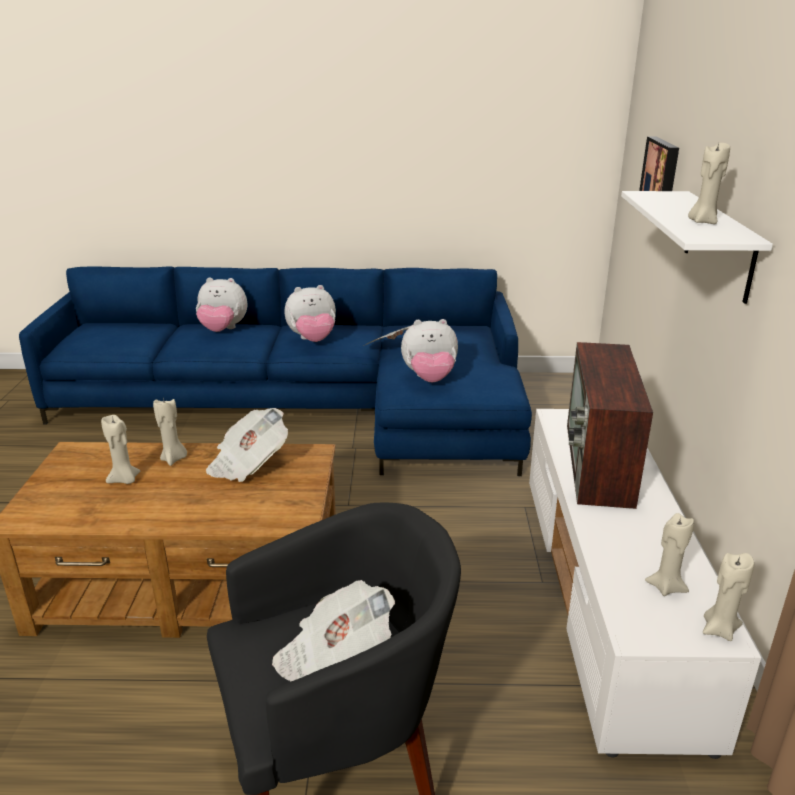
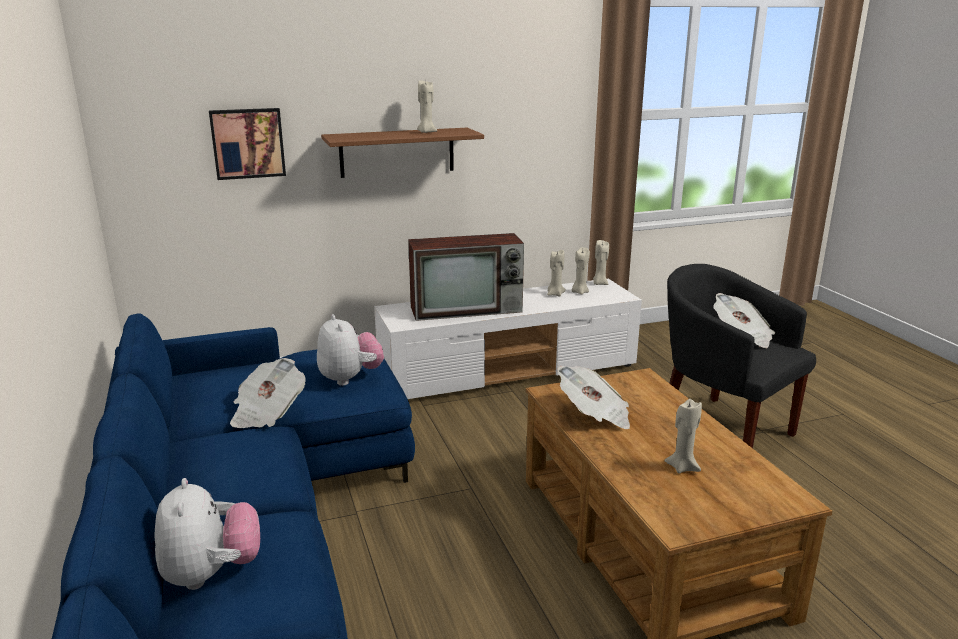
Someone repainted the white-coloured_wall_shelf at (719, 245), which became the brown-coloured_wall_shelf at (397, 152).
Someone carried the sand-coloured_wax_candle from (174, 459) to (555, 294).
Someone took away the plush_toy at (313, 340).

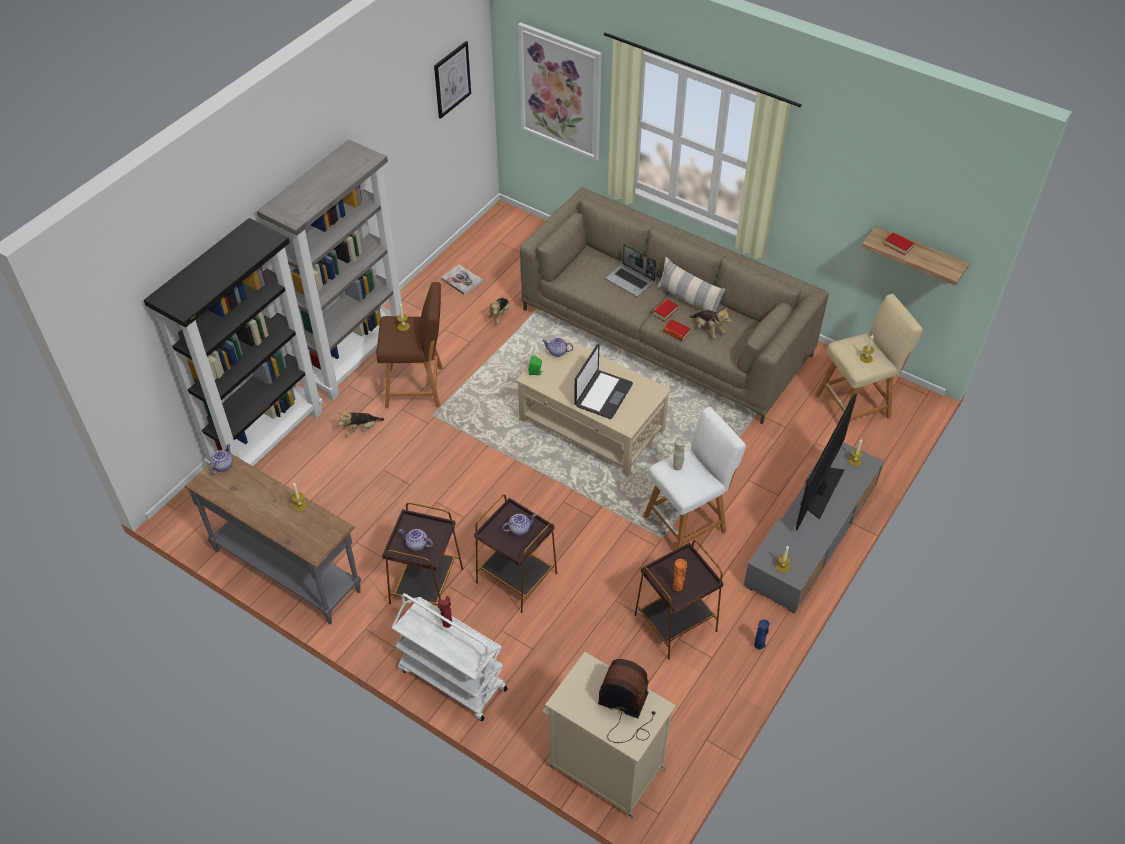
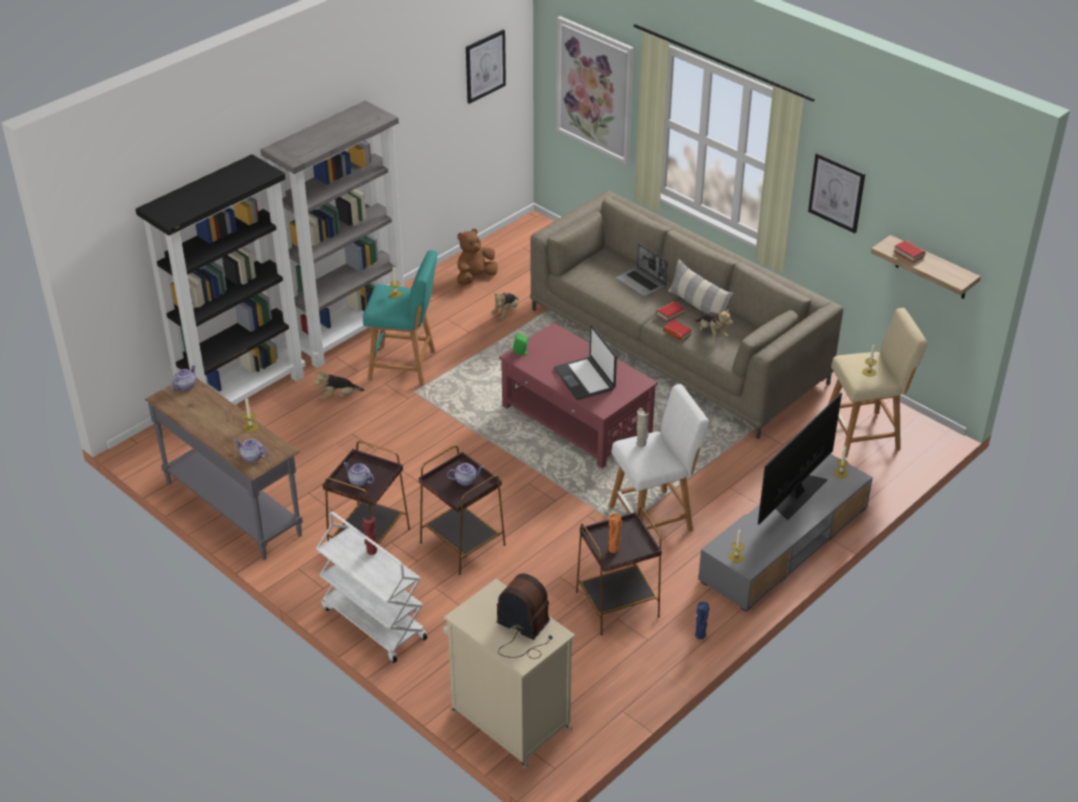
Someone carried the tea_pot from (557, 352) to (252, 457).
Someone repainted the brown-coloured_stool_seat at (418, 387), which became the blue-green_stool_seat at (406, 366).
Someone swapped the volume at (461, 280) for the brown-coloured_plush_toy at (475, 277).
Someone repainted the sand-coloured_low_table at (592, 425), which became the reddish_low_table at (577, 420).
Someone rotated the laptop at (603, 395) by 120 degrees clockwise.
Someone put up the wall_art at (836, 192).

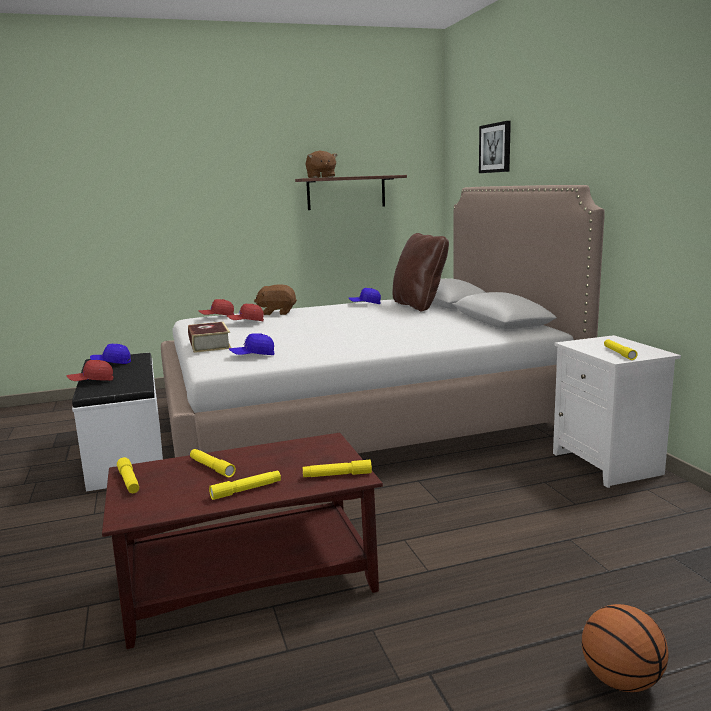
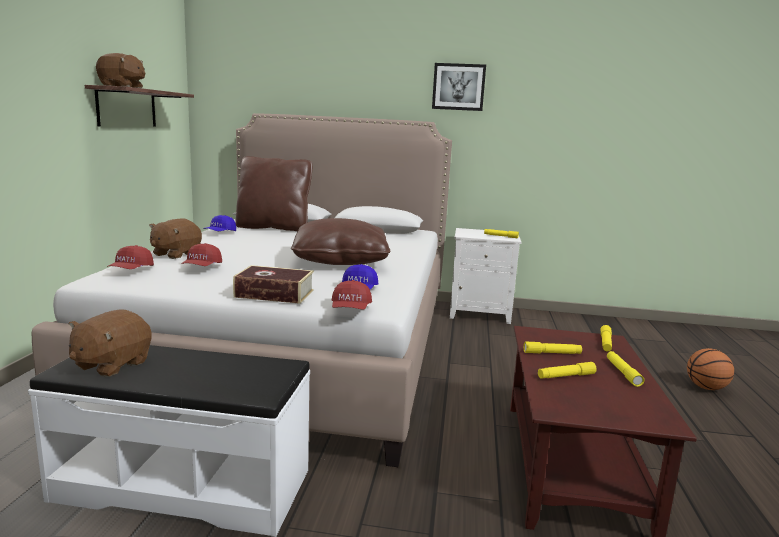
Someone swapped the blue_cap at (111, 363) for the brown-coloured_plush_toy at (111, 364).
Someone put down the brown-coloured_cushion at (340, 260).
Someone carried the reddish_cap from (91, 381) to (350, 309).
Someone carried the wall_art from (495, 148) to (458, 87).
Someone carried the yellow_torch from (129, 481) to (552, 353).

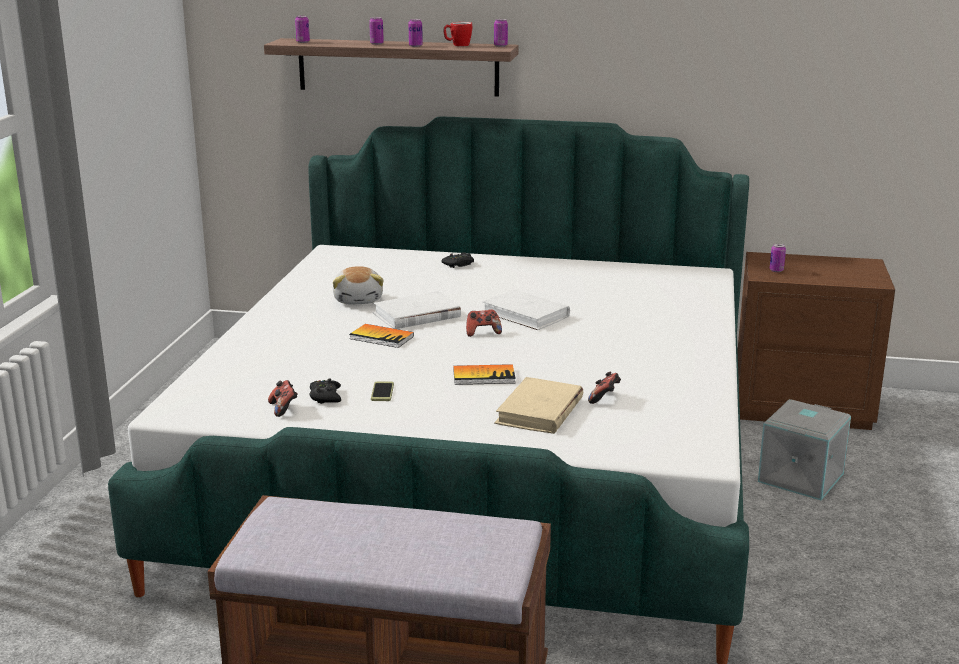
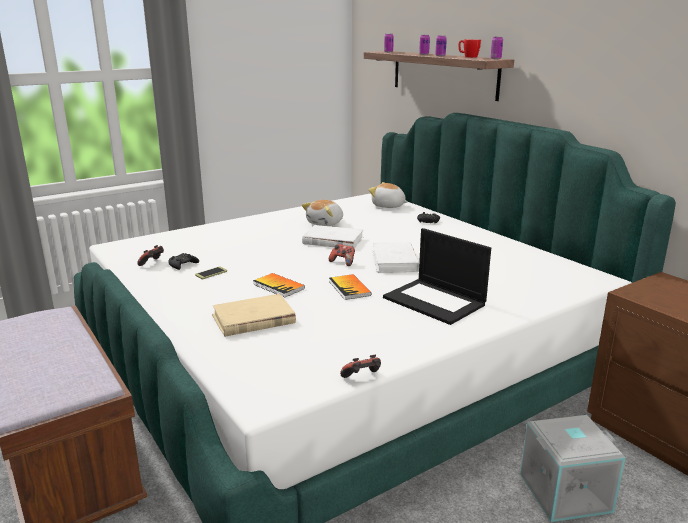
Someone carried the volume from (381, 337) to (349, 288).
Someone carried the gamepad from (604, 399) to (362, 378).
Someone put down the plush_toy at (388, 206).
Someone put down the laptop at (435, 301).
Someone took away the sealed_can at (776, 270).

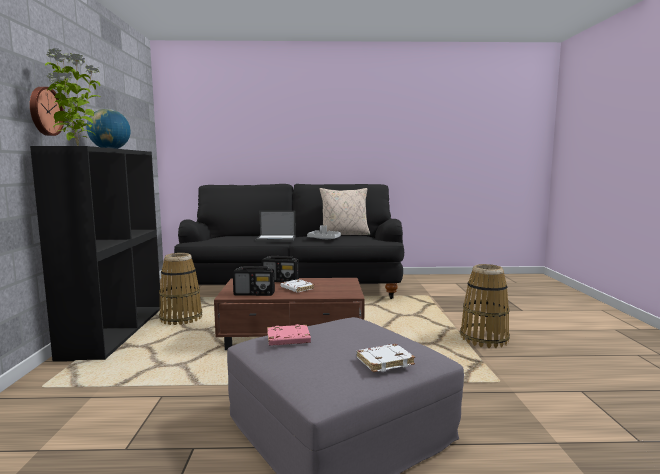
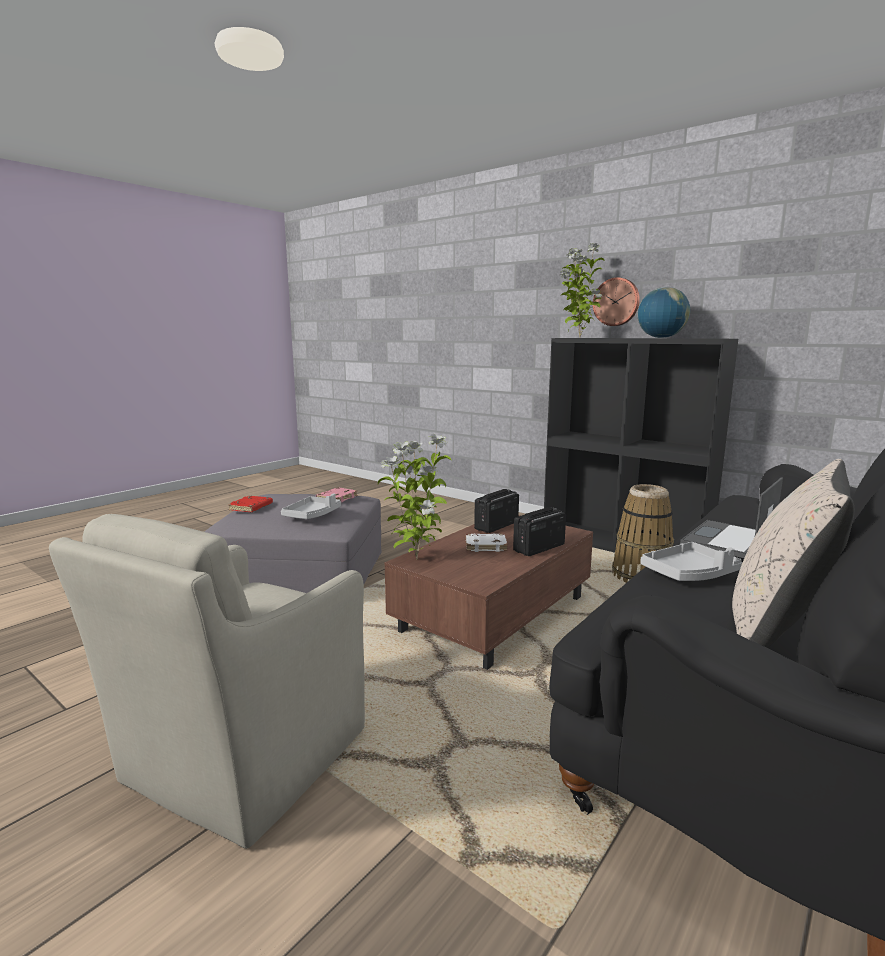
Someone swapped the basket at (484, 339) for the sand-coloured_easy_chair at (241, 759).
Someone repainted the white-coloured_volume at (385, 361), which became the reddish_volume at (251, 507).
Someone put down the gray_serving_tray at (312, 515).
Someone put down the houseplant at (416, 558).

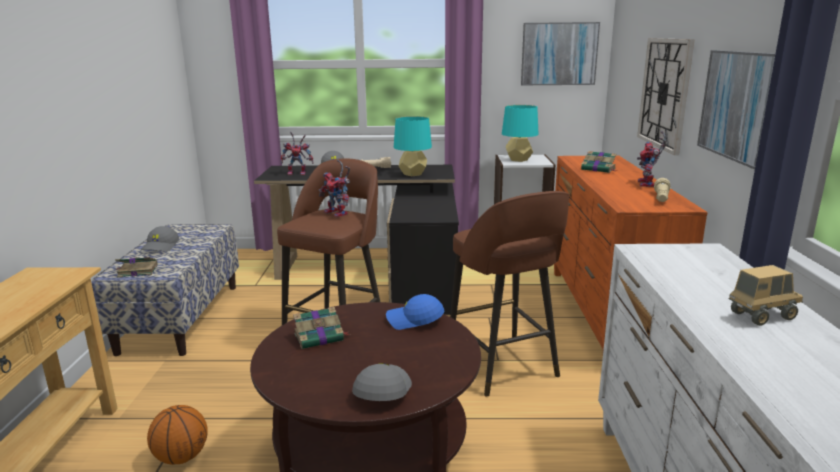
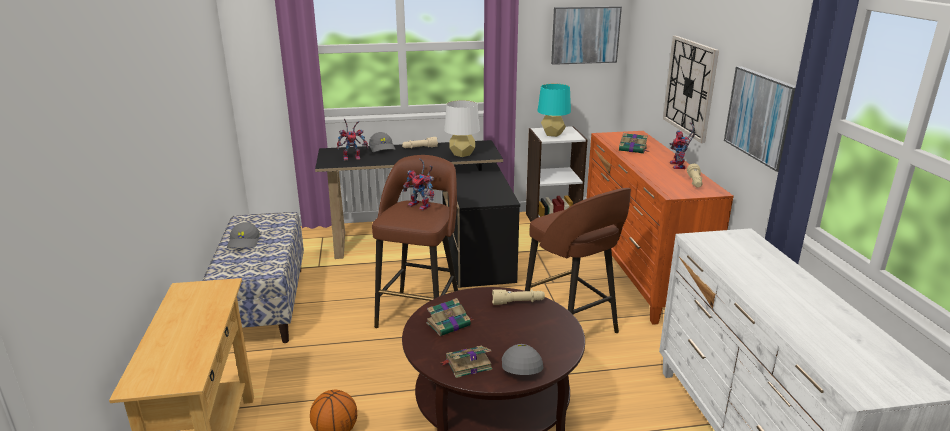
Someone carried the volume from (137, 271) to (467, 364).
Someone repainted the blue-green_lamp_for_a_table at (412, 174), which became the white-coloured_lamp_for_a_table at (462, 154).
Someone swapped the blue_cap at (414, 320) for the sand-coloured_torch at (518, 302).
Someone took away the toy_lorry at (762, 316).

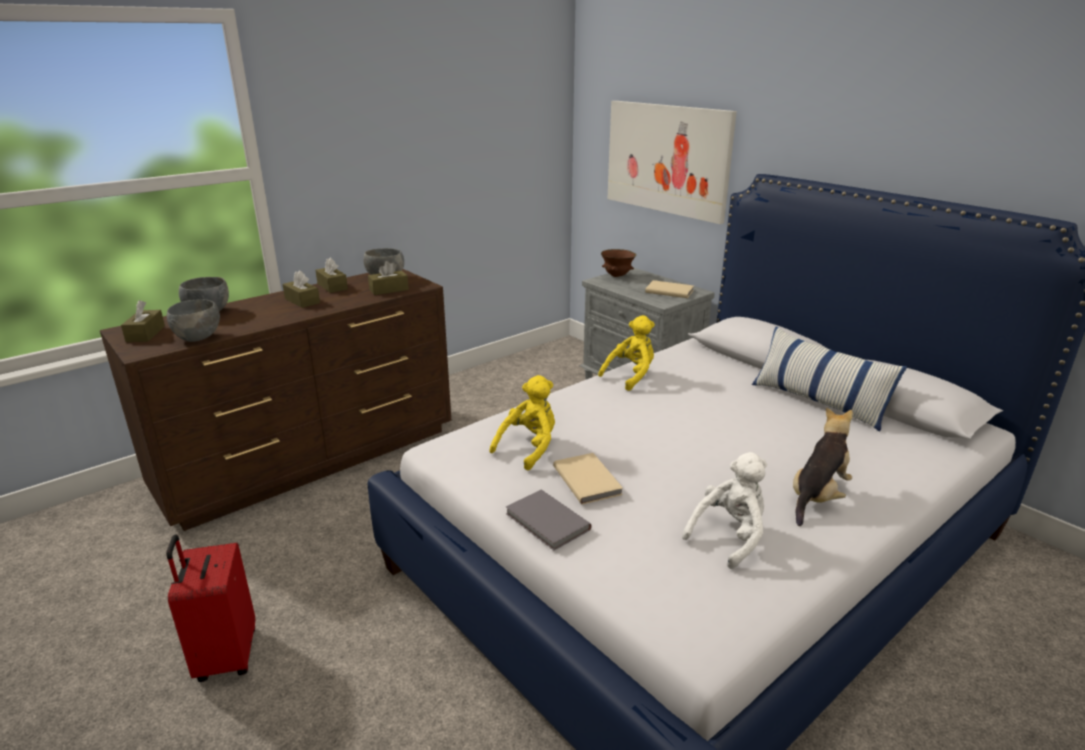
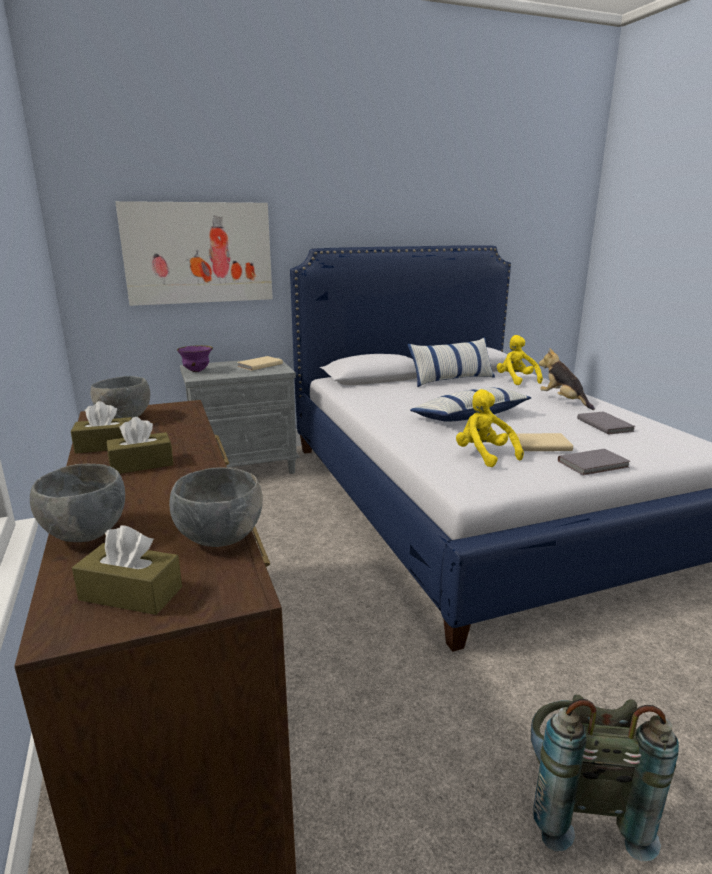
Someone repainted the brown-coloured_deep_dish at (617, 276), which became the purple-coloured_deep_dish at (197, 371).
Someone put down the cushion at (470, 416).
Someone carried the yellow_plush_toy from (631, 376) to (516, 380).
Someone swapped the reddish_piece_of_luggage at (225, 656) for the gray_rucksack at (579, 803).
Someone swapped the white-coloured_plush_toy at (729, 536) for the gray_volume at (605, 424).
Someone took away the brown-coloured_tissue_holder at (389, 290).

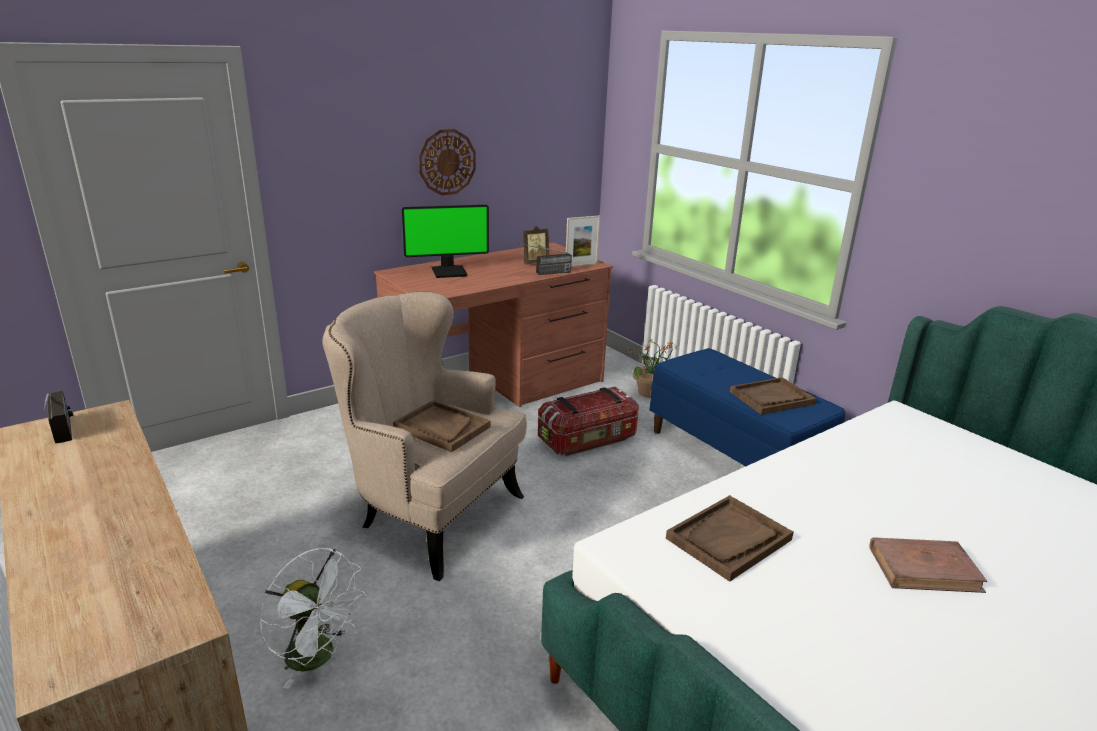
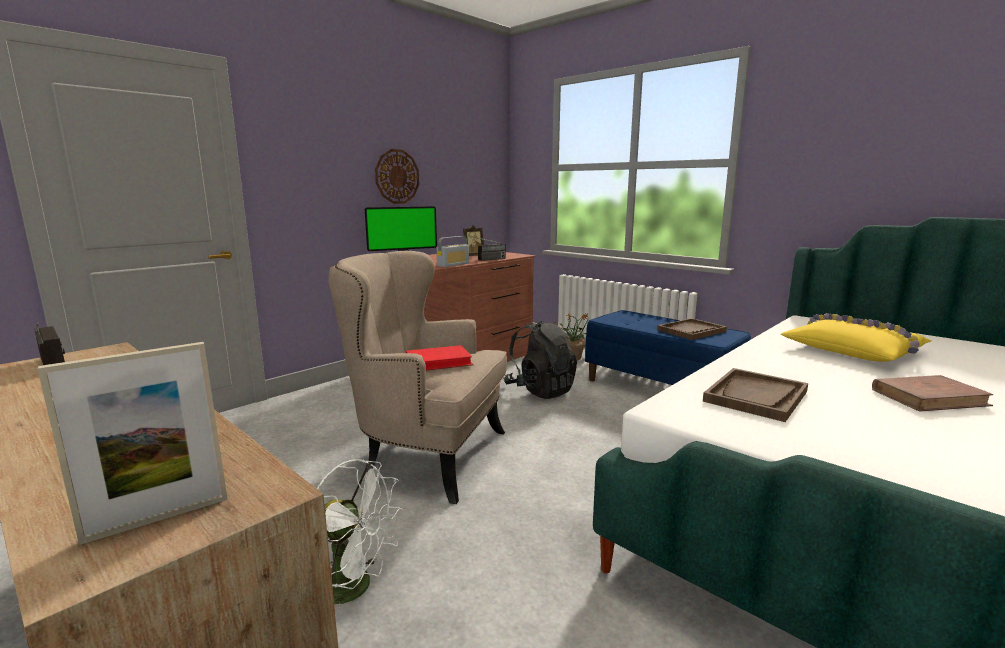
Someone carried the standing_frame from (581, 265) to (158, 518).
Someone swapped the brown-coloured_serving_tray at (441, 427) for the reddish_volume at (439, 362).
Someone put down the radio at (453, 264).
Someone swapped the storage_container at (588, 440) for the black_rucksack at (540, 390).
Someone put down the yellow_cushion at (854, 350).

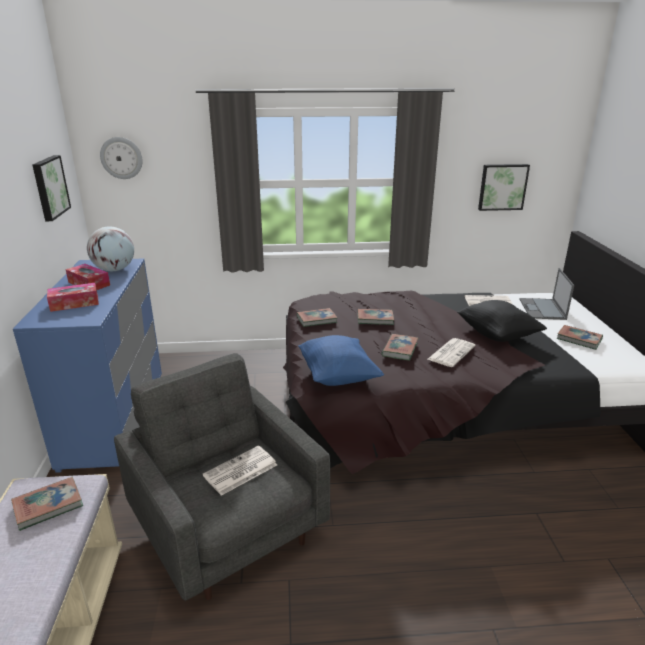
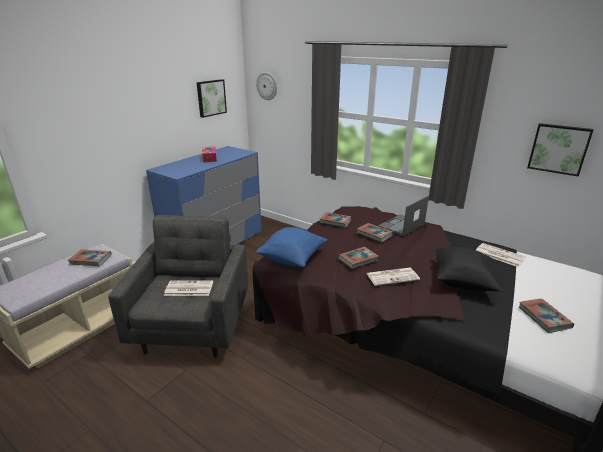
Someone carried the laptop from (542, 309) to (401, 225).
Someone took away the tissue_holder at (74, 303).
Someone took away the world_globe at (114, 270).

